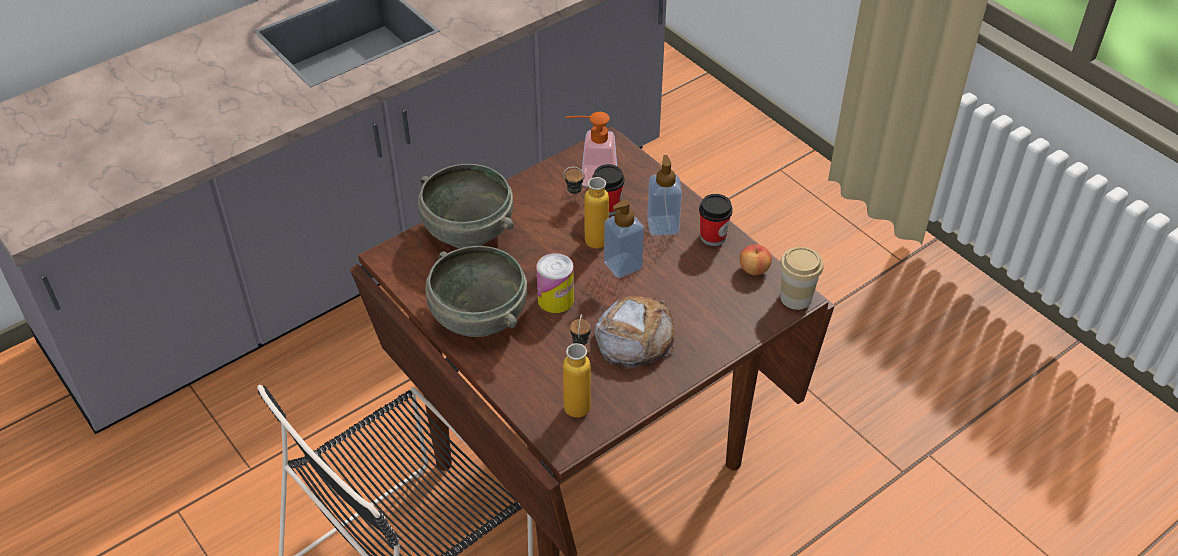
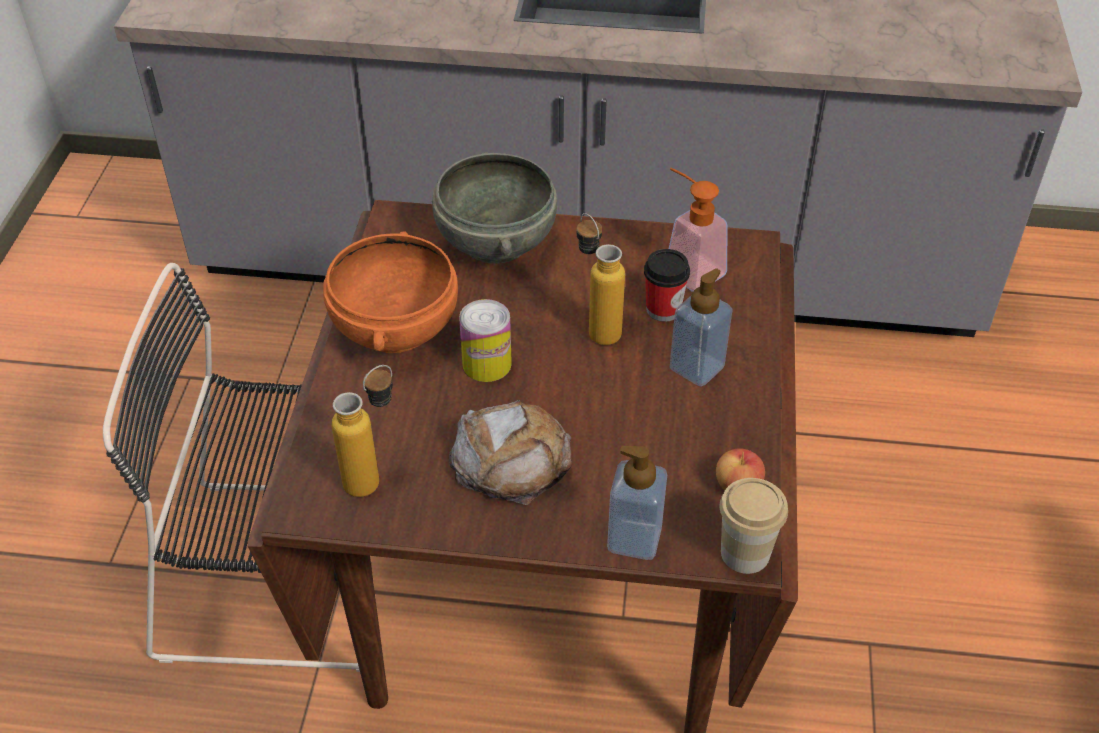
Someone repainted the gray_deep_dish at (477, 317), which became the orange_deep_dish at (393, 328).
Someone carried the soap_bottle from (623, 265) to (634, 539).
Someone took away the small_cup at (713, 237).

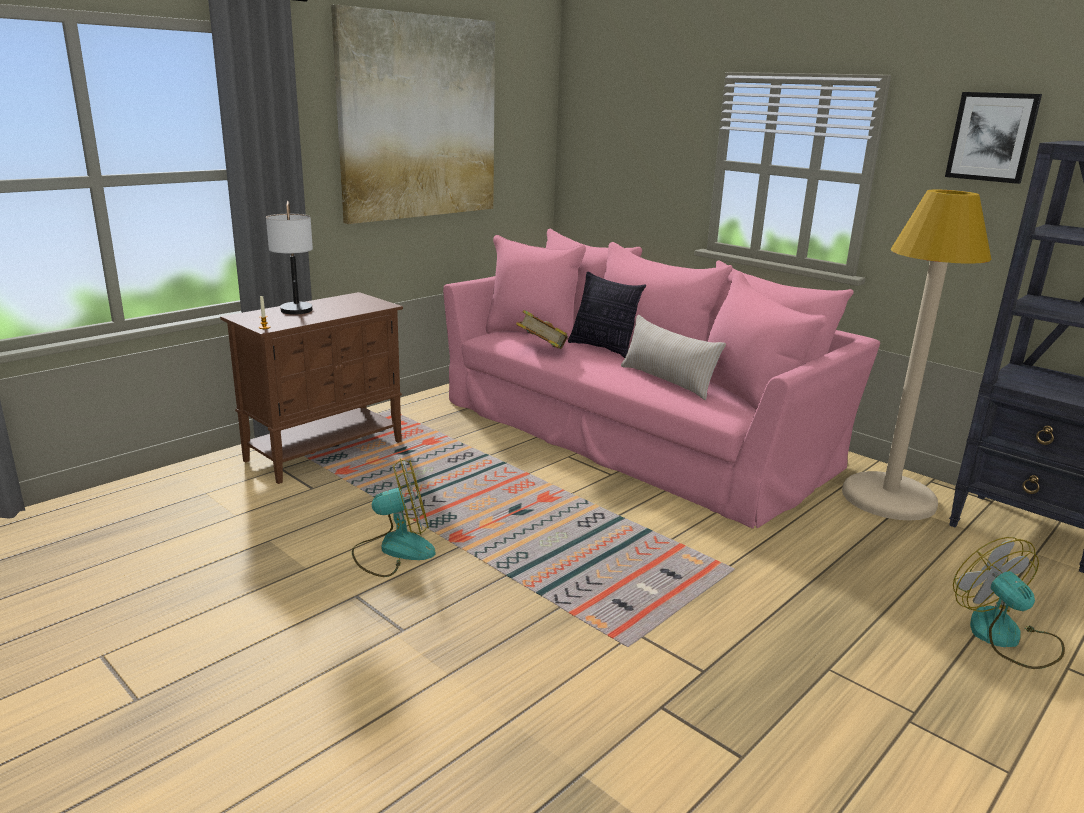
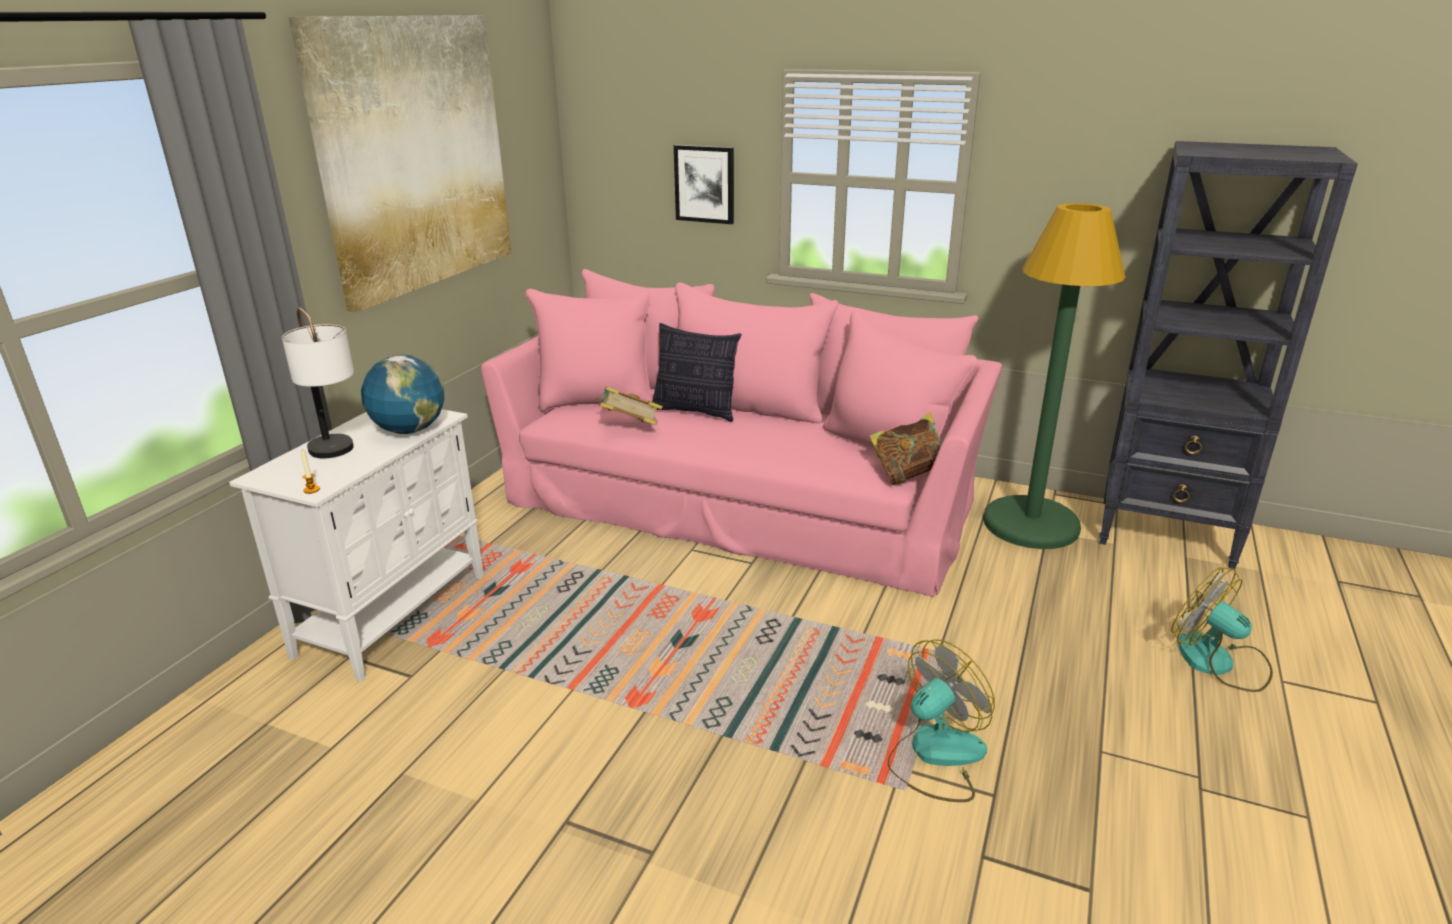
Someone repainted the brown-coloured_cupboard at (326, 451), which became the white-coloured_cupboard at (394, 614).
Someone put down the world_globe at (409, 430).
Someone carried the wall_art from (992, 137) to (705, 184).
Someone put down the volume at (908, 475).
Someone carried the fan from (394, 550) to (935, 756).
Someone repainted the sand-coloured_standard_lamp at (888, 498), which became the green_standard_lamp at (1031, 524).
Someone took away the sand-coloured_cushion at (667, 381).

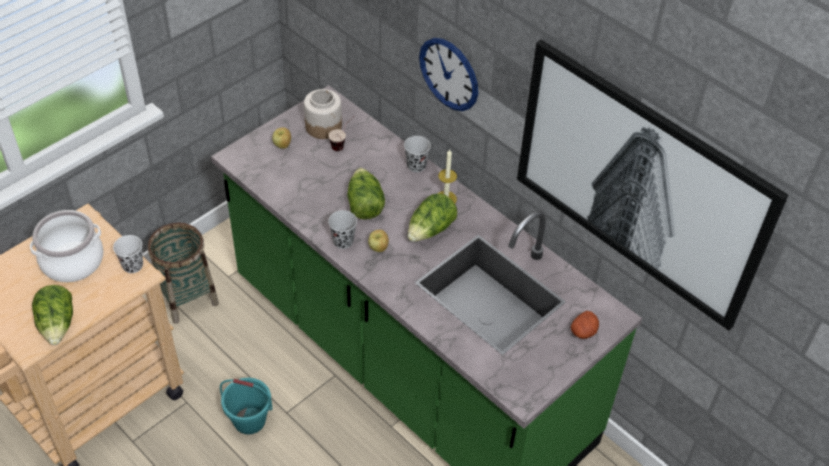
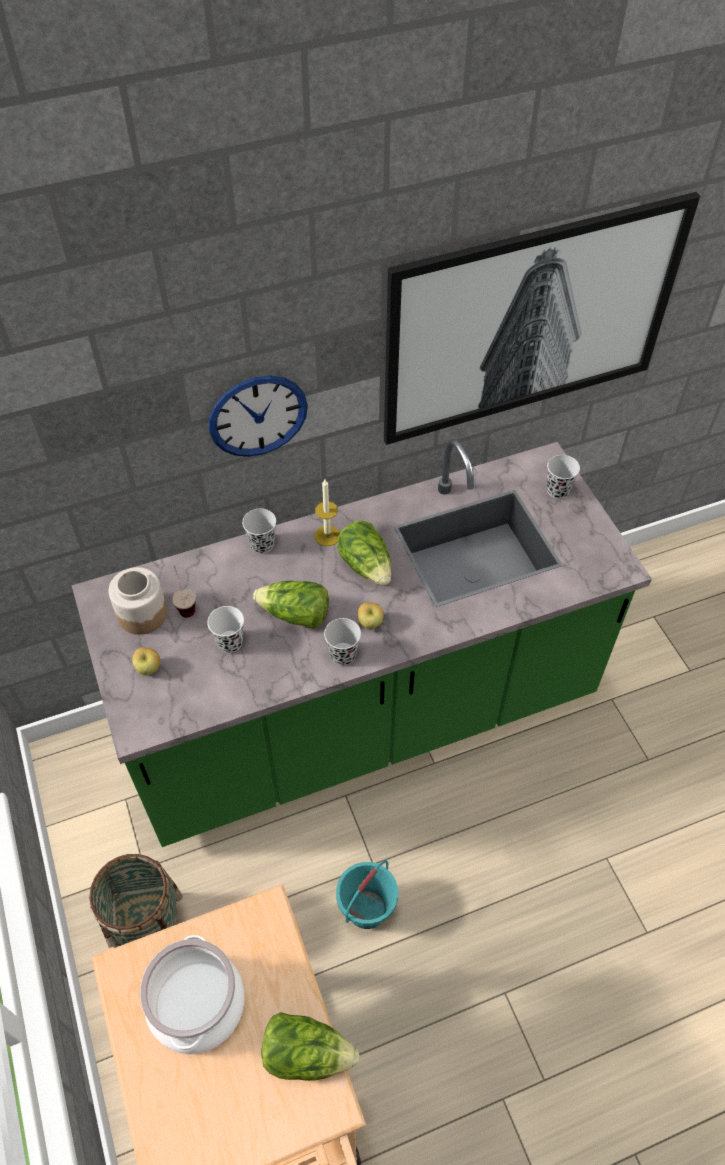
Someone carried the white-coloured_small_cup from (133, 265) to (230, 642).
Someone swapped the potato at (583, 331) for the black_small_cup at (557, 490).

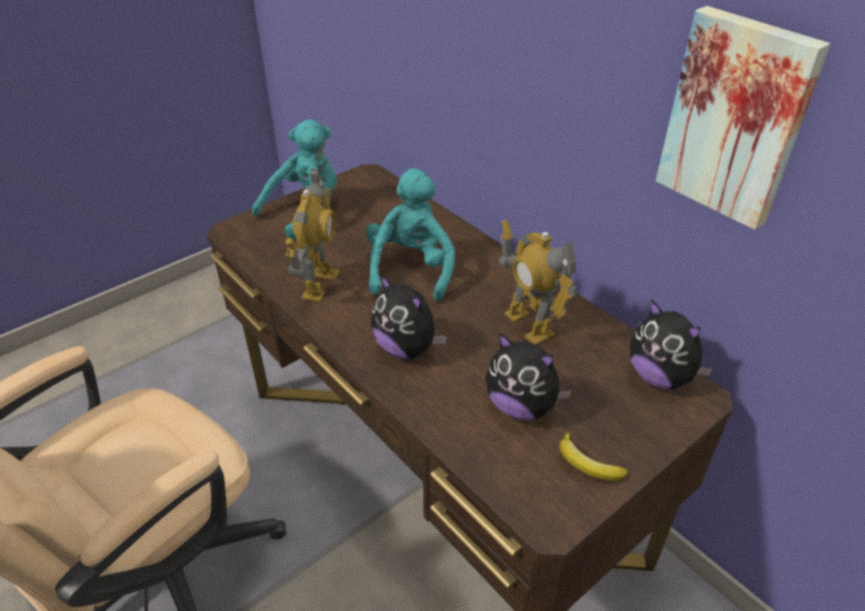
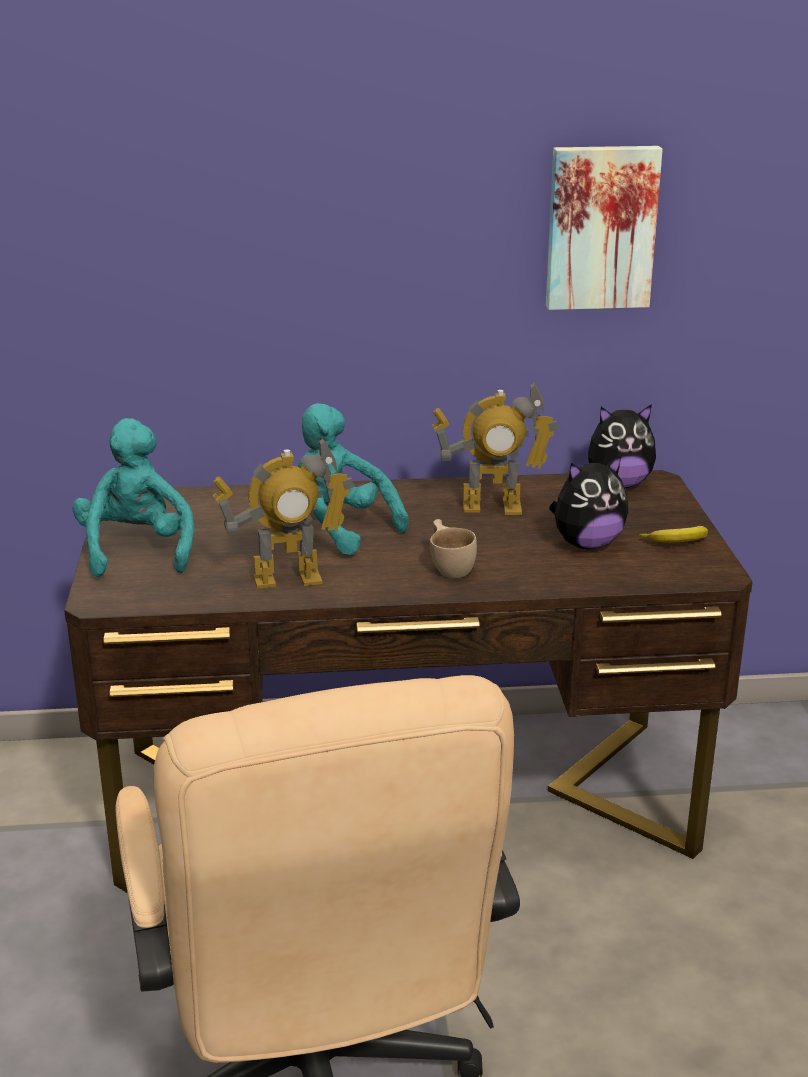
Someone rotated the robot_figure at (319, 284) by 120 degrees clockwise.
Someone swapped the plush_toy at (407, 348) for the sand-coloured_small_cup at (450, 566).

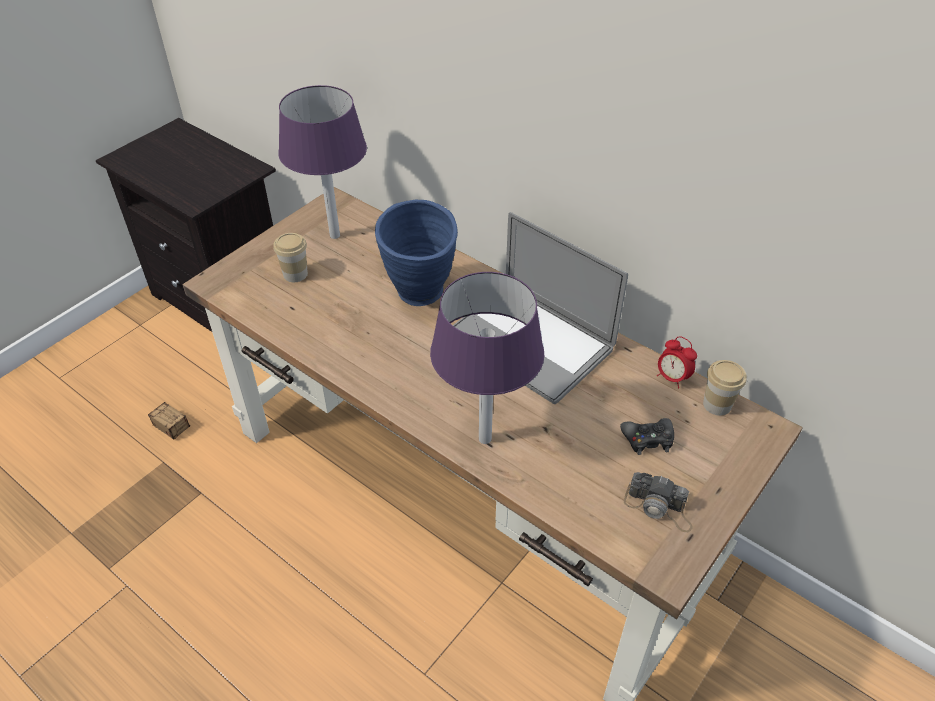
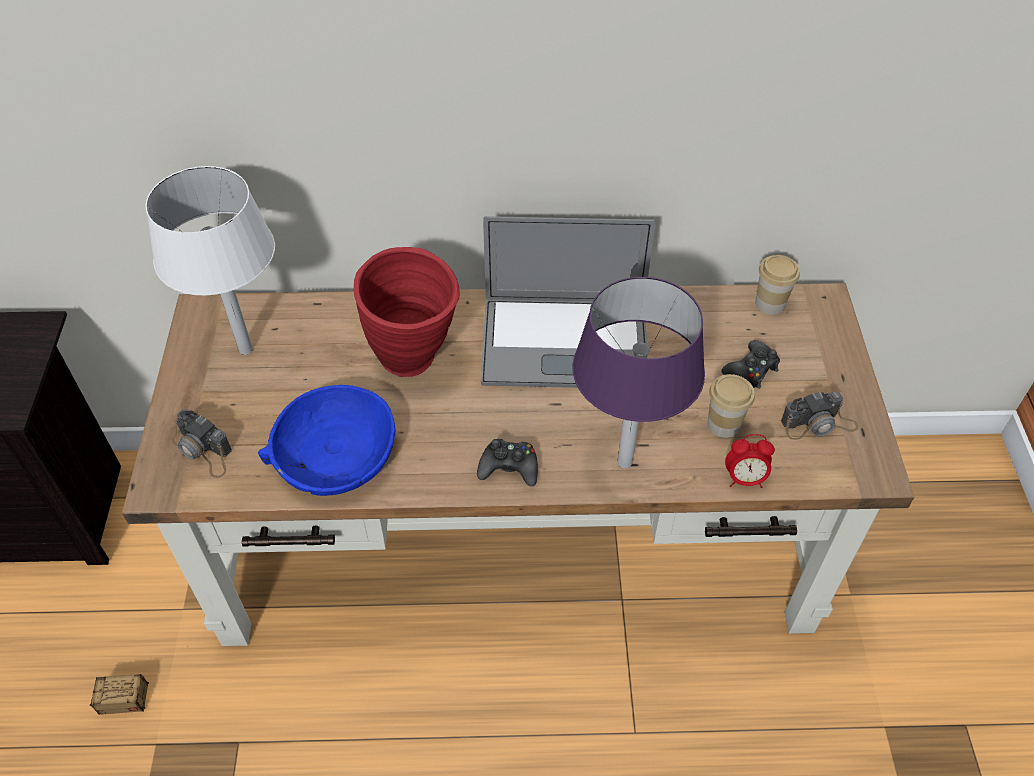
Someone repainted the purple-coloured_lamp_for_a_table at (335, 235), which became the white-coloured_lamp_for_a_table at (246, 349).
Someone put down the photo_camera at (203, 450).
Someone put down the blue_deep_dish at (335, 454).
Someone repainted the blue_vase at (421, 298), which became the reddish_vase at (416, 363).
Someone put down the black_gamepad at (509, 467).
Someone carried the small_cup from (295, 274) to (723, 424).
Someone carried the alarm_clock from (672, 378) to (744, 479).

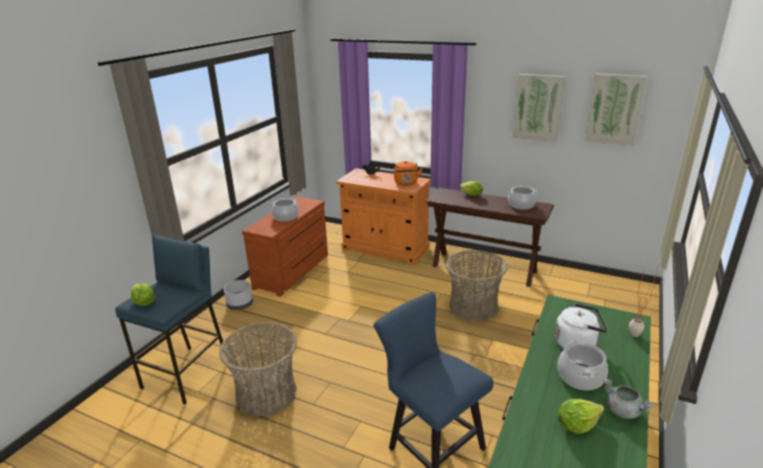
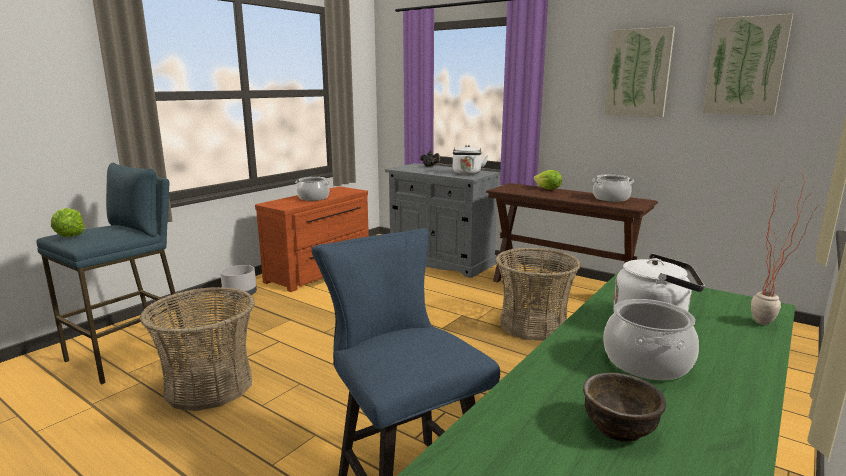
Someone repainted the orange_cupboard at (385, 248), which became the gray_cupboard at (441, 261).
Someone repainted the orange_water_kettle at (406, 183), which became the white-coloured_water_kettle at (467, 173).
Someone swapped the lettuce_head at (576, 425) for the brown-coloured_deep_dish at (618, 427).
Someone took away the gray_cooking_pot at (623, 411).

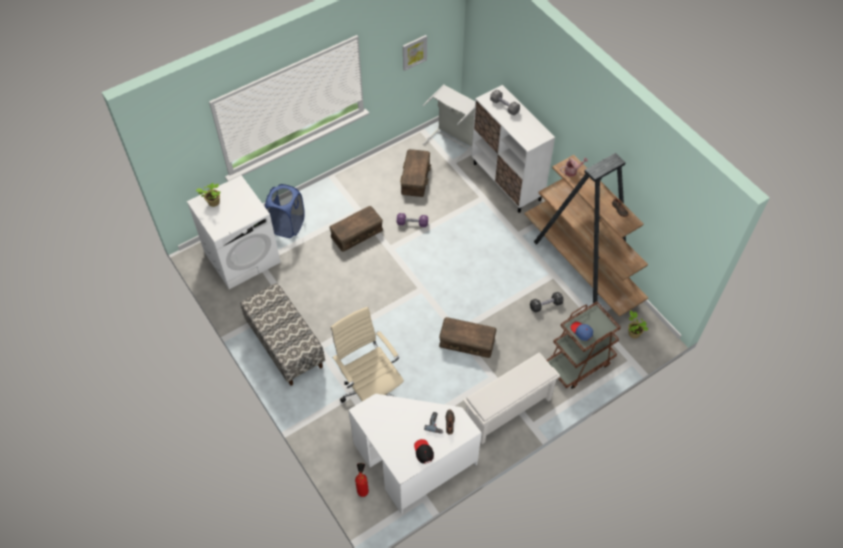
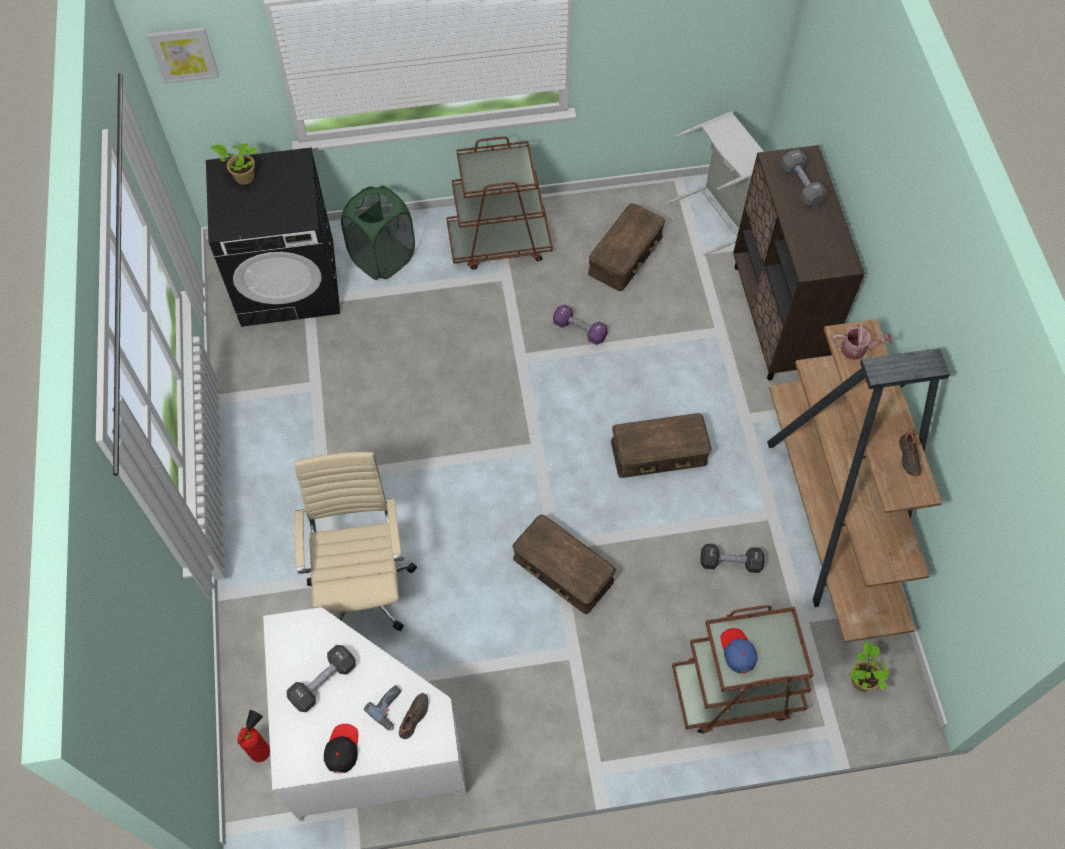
Someone carried the wall_art from (414, 52) to (184, 54).
Someone repainted the white-coloured_washing_machine at (242, 257), which became the black_washing_machine at (289, 282).
Someone put down the black_dumbbell at (323, 682).
Someone repainted the blue_laundry_basket at (287, 225), which became the green_laundry_basket at (383, 258).
Someone put down the brown-coloured_cart at (500, 243).
Someone carried the brown-coloured_storage_container from (357, 233) to (659, 453).
Someone repainted the white-coloured_cupboard at (507, 182), which became the brown-coloured_cupboard at (775, 319).
Someone took away the bench at (285, 345).
Someone took away the white-coloured_shoe_shelf at (507, 411).

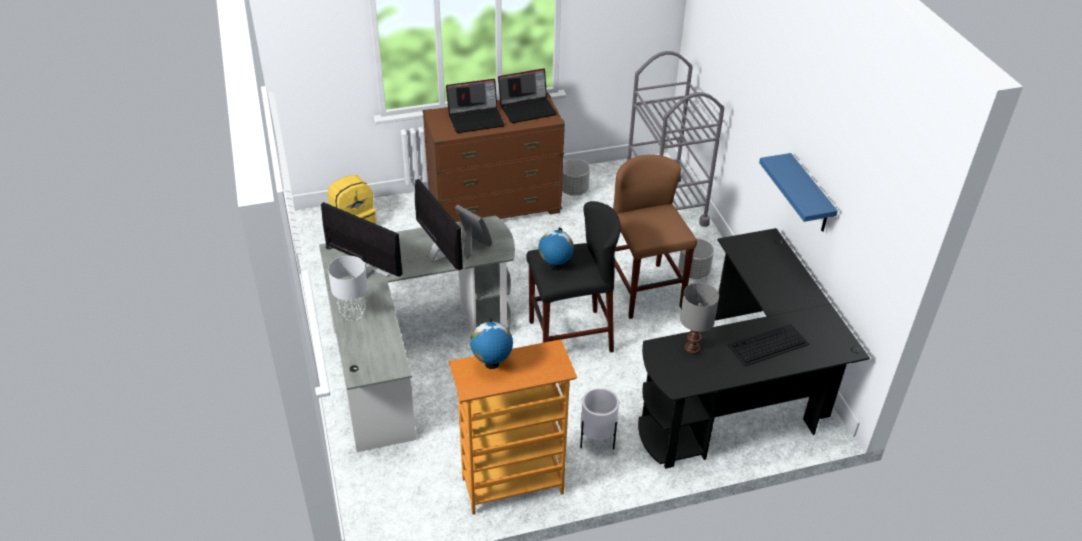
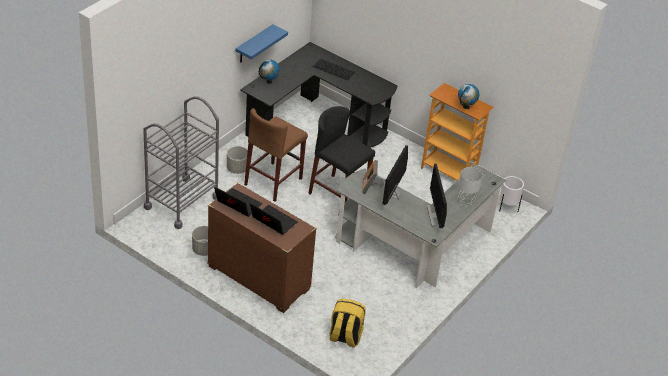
Someone carried the world_globe from (555, 267) to (269, 82).
Someone carried the white-coloured_plant_pot from (596, 441) to (507, 208).
Someone took away the gray_lamp_for_a_table at (692, 349).

